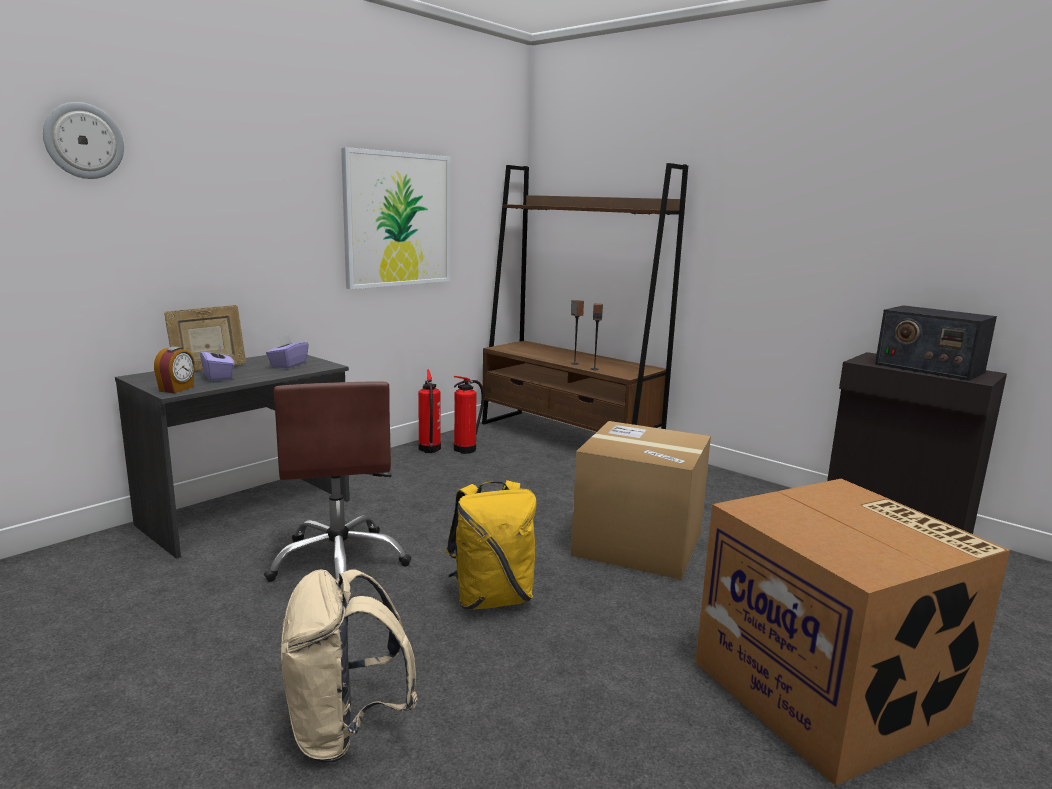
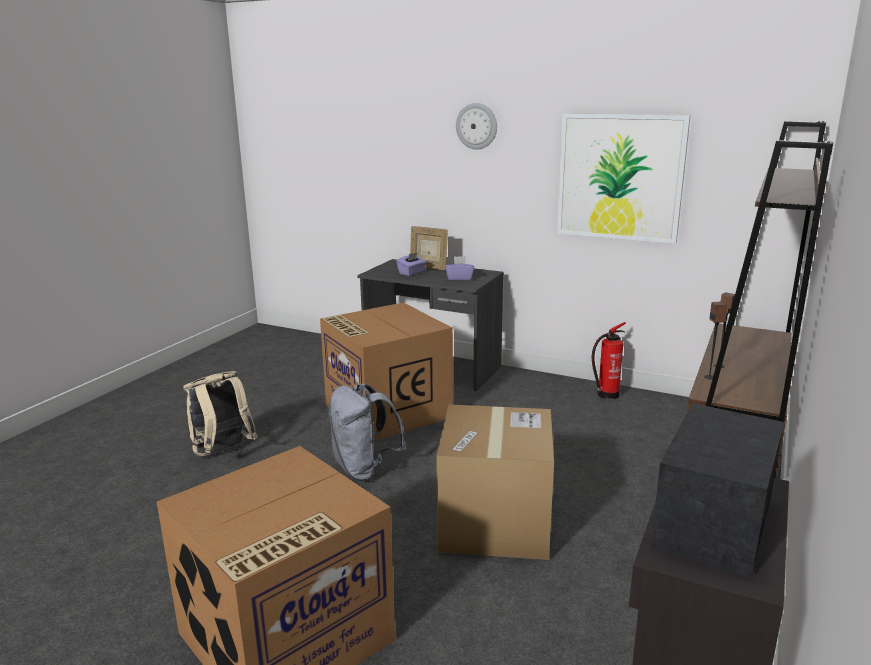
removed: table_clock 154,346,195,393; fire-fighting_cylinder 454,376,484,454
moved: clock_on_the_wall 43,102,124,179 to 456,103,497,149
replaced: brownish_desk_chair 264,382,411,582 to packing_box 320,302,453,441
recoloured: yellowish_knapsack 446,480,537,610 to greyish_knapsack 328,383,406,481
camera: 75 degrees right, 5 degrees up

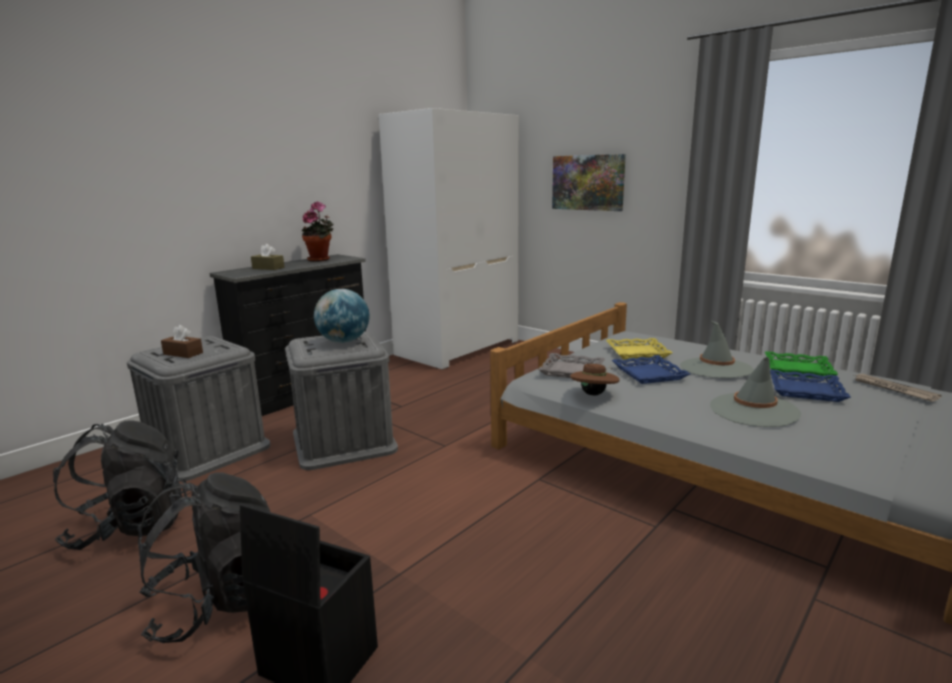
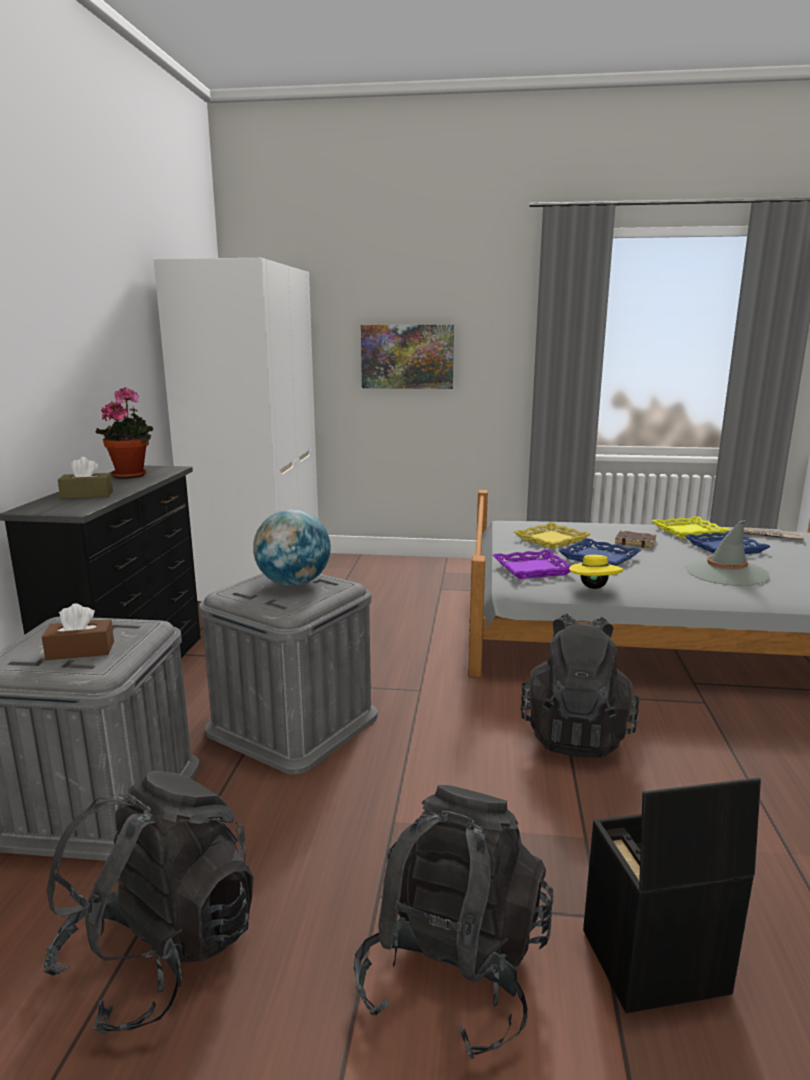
added: black-coloured_knapsack 521,613,640,758
replaced: greyish_wearable_hat 680,320,754,378 to brownish_volume 615,531,656,548
recoloured: greyish_serving_tray 538,353,605,378 to purplish_serving_tray 493,550,572,579; brownish_wearable_hat 570,364,620,396 to yellowish_wearable_hat 569,553,623,589; greenish_serving_tray 765,351,838,378 to yellowish_serving_tray 652,516,730,539
camera: 35 degrees left, 0 degrees up

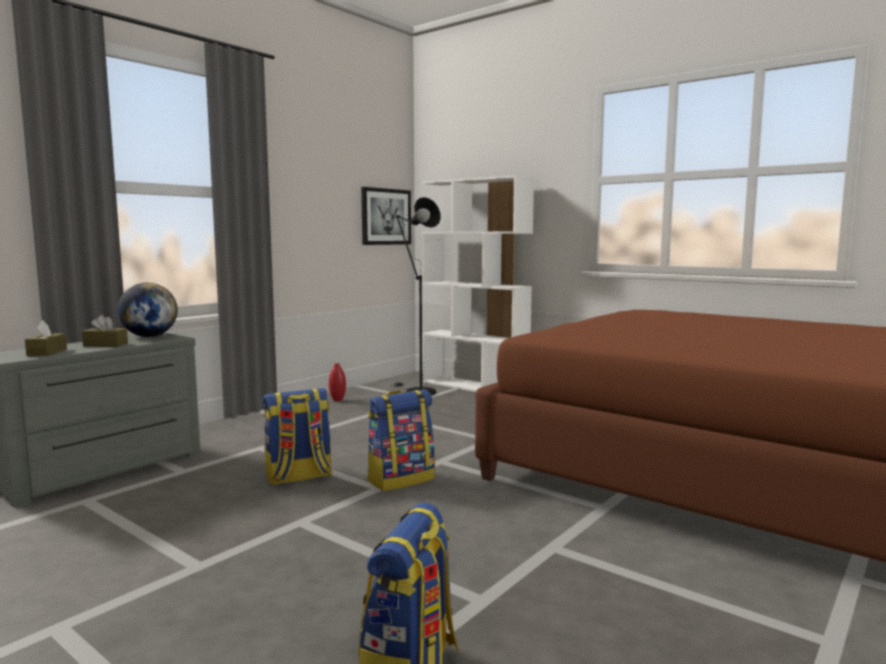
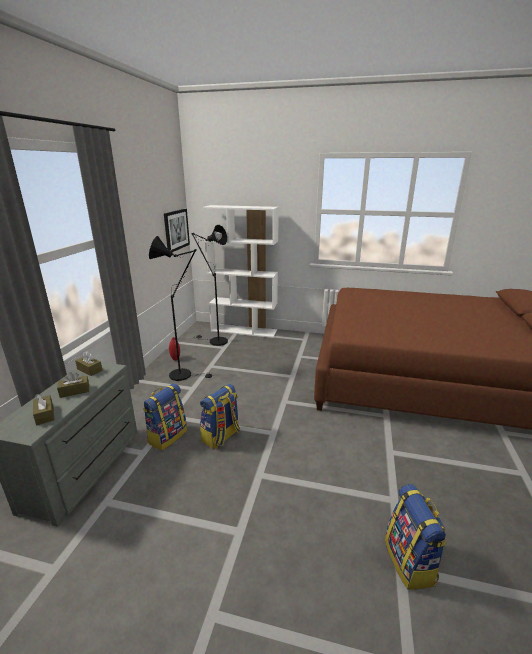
added: black-coloured_standard_lamp 149,236,215,381
moved: knapsack 367,389,435,491 to 143,383,187,450
replaced: world_globe 118,283,178,337 to brownish_box_of_tissues 75,351,103,376
camera: 25 degrees left, 15 degrees up

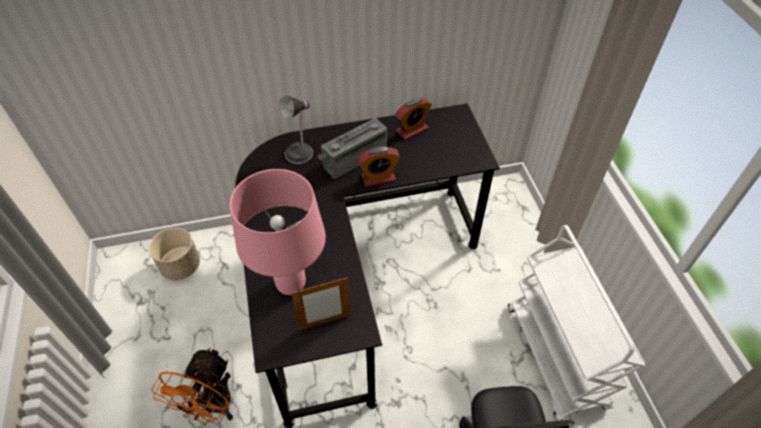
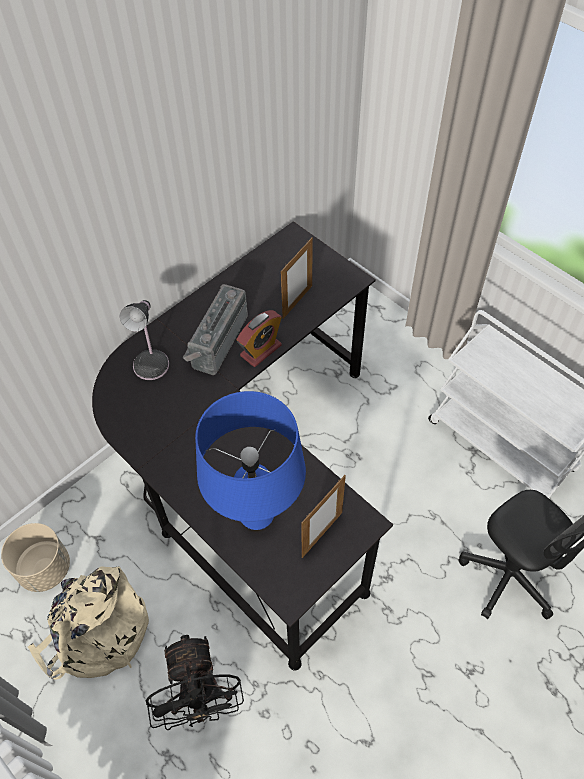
removed: table_clock 395,98,432,140
added: beige_knapsack 28,566,149,679; picture_frame 281,238,313,319
recoloured: orange_electric_fan 151,348,233,425 to black-coloured_electric_fan 146,635,244,730; pink-coloured_tabletop_lamp 230,169,326,295 to bluish_tabletop_lamp 195,391,306,530
camera: 30 degrees left, 5 degrees up

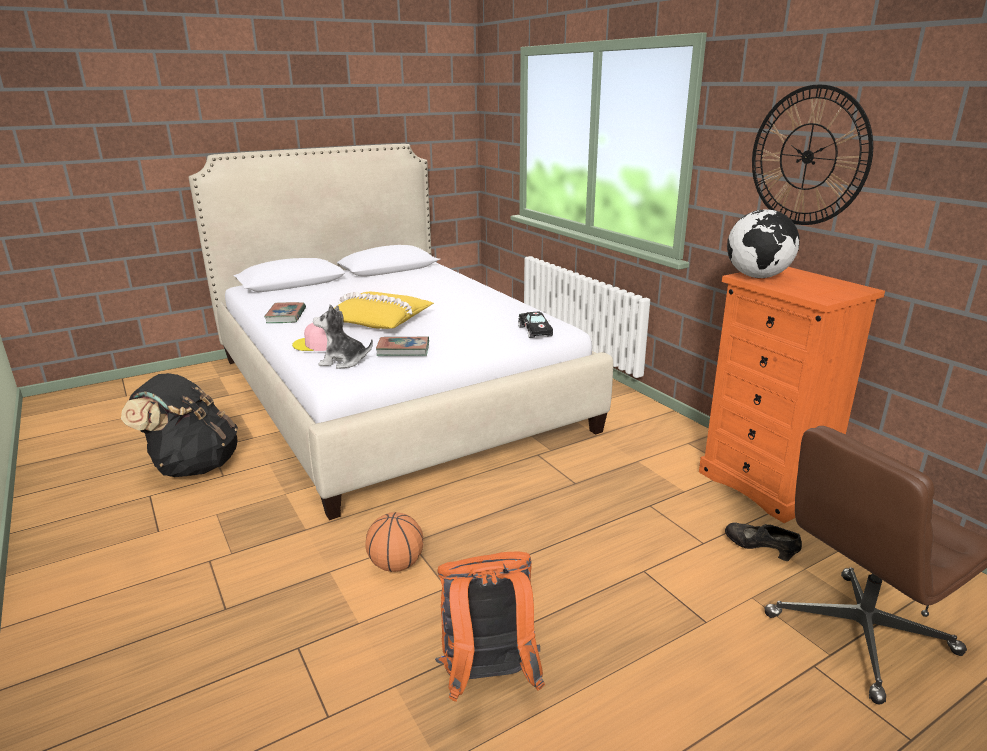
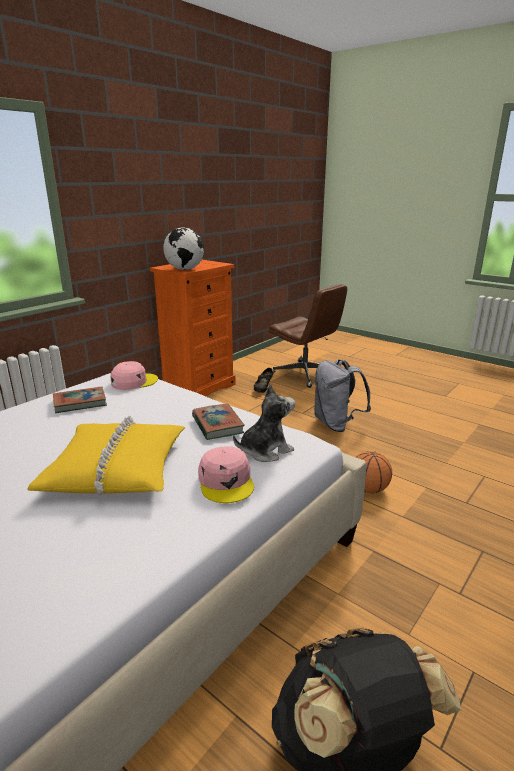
removed: orange_knapsack 435,552,545,702; clock_on_the_wall 752,84,873,225
added: greyish_knapsack 314,359,371,432
moved: volume 264,302,306,323 to 53,386,107,413
replaced: black-coloured_model_car 518,311,553,338 to pink-coloured_baseball_cap 110,361,158,390
turned: cuddly_toy 313,304,373,369 = 233,384,295,462 105 degrees counterclockwise
camera: 110 degrees left, 0 degrees up

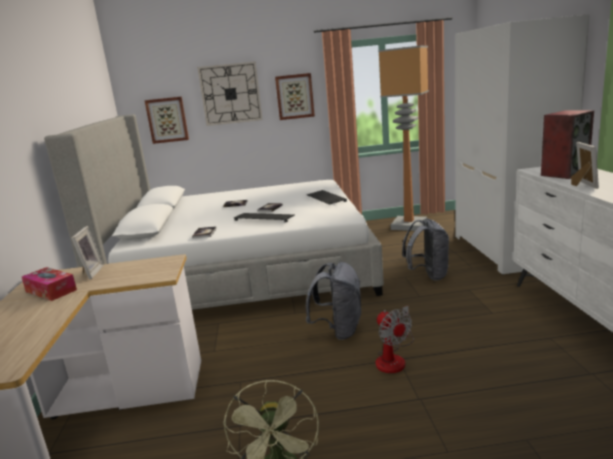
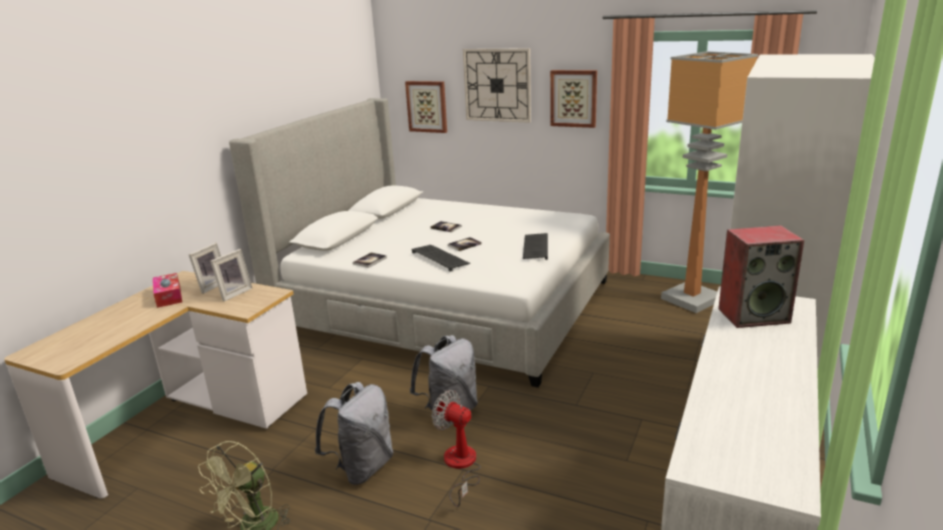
moved: greyish_knapsack 402,218,449,281 to 315,382,394,485; picture_frame 571,142,599,189 to 210,249,252,301
turned: electric_fan 376,306,414,373 = 432,390,481,507 120 degrees clockwise
camera: 30 degrees right, 5 degrees up

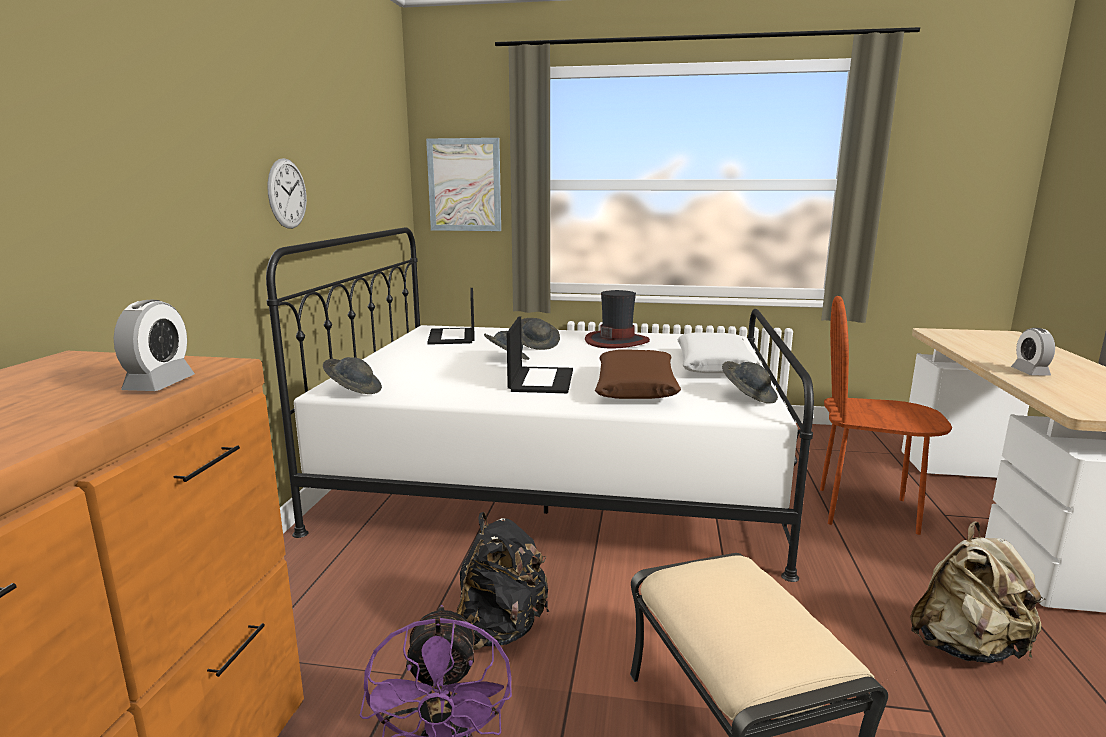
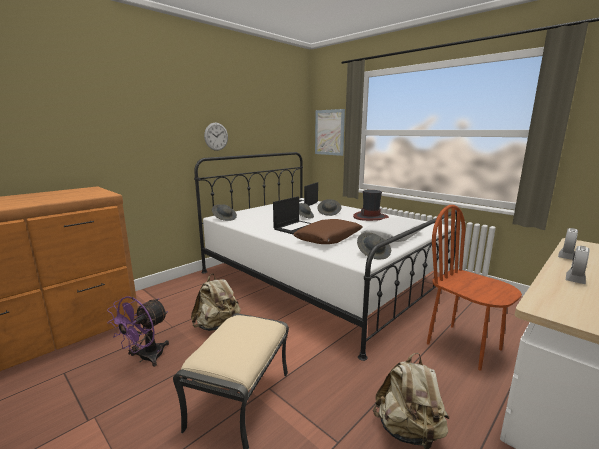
moved: table_clock 114,300,195,391 to 558,228,578,260
recoloured: black-coloured_knapsack 456,512,549,650 to beige_knapsack 191,273,241,331
camera: 35 degrees right, 0 degrees up

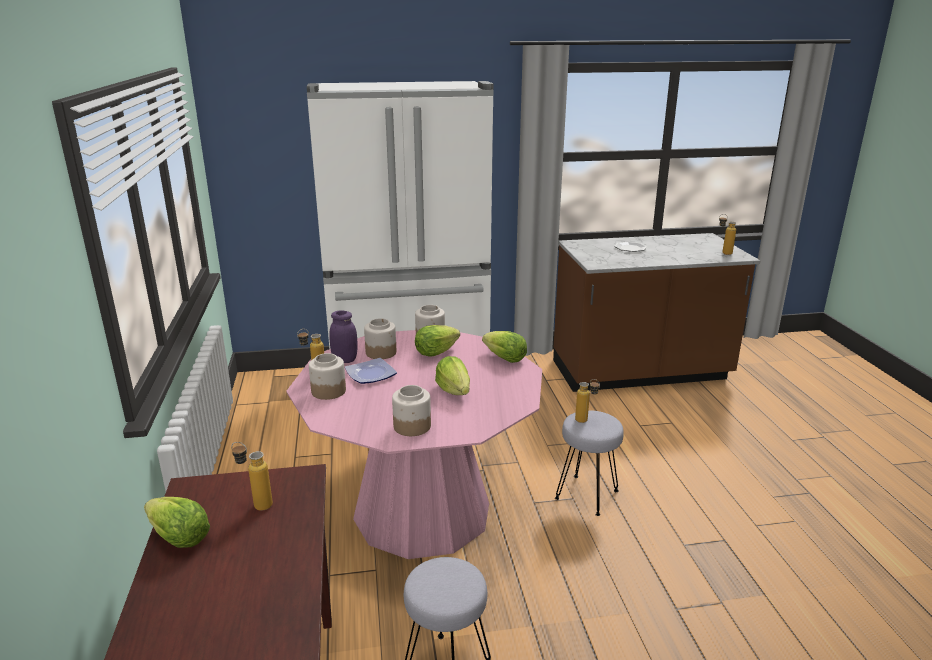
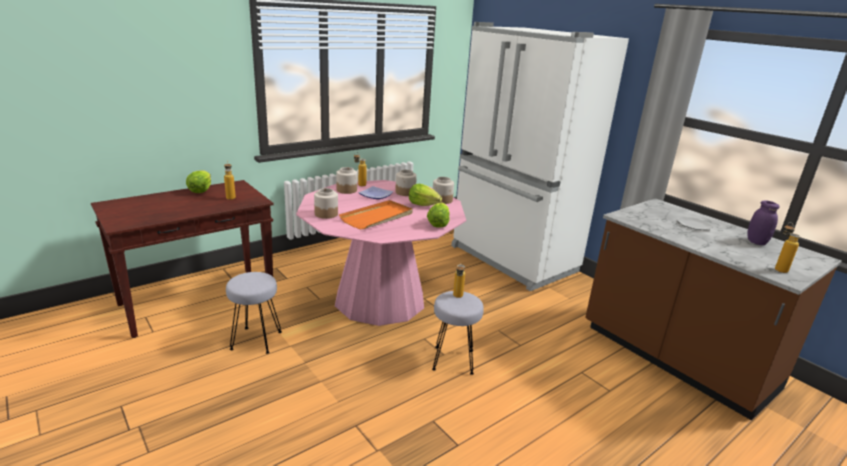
moved: purplish_storage_jar 329,310,358,363 to 747,201,780,245
replaced: lettuce 435,356,470,395 to orange_serving_tray 339,200,413,230
camera: 60 degrees right, 0 degrees up

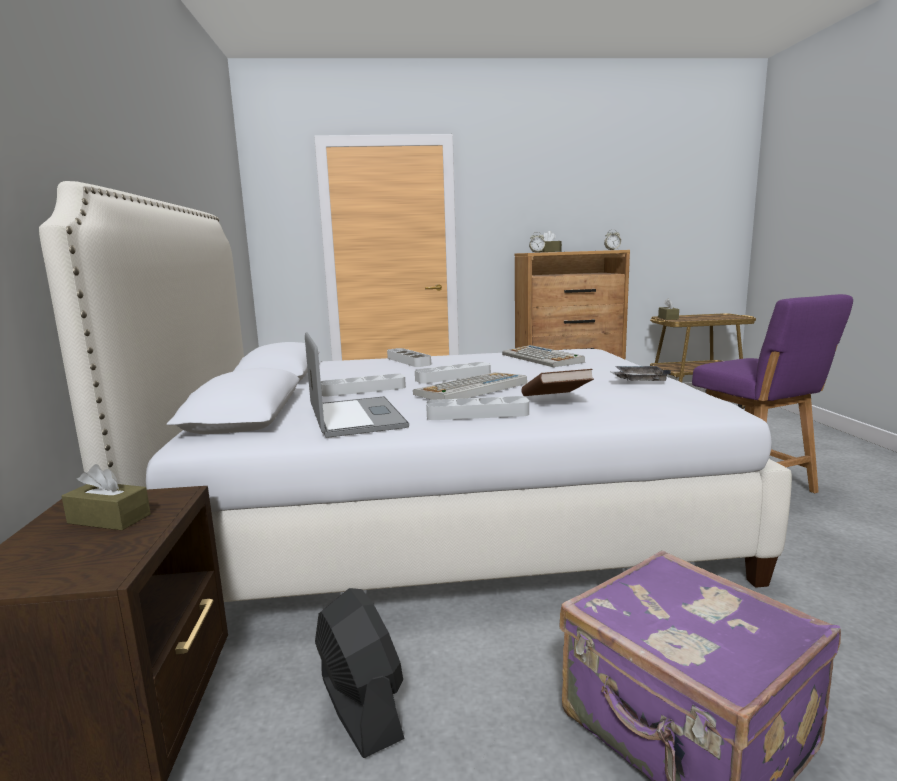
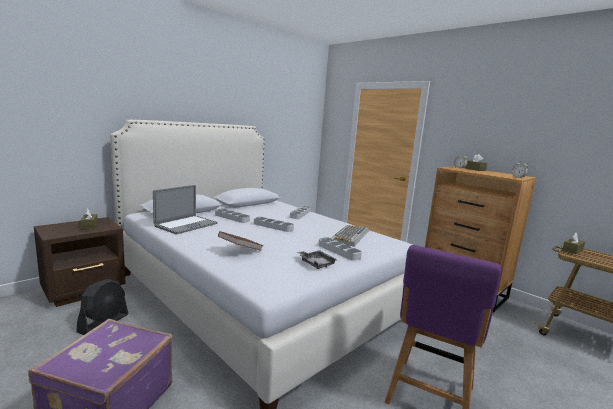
removed: PC_keyboard 413,372,527,400
moved: greyish_serving_tray 426,396,529,420 to 318,237,362,261
camera: 50 degrees right, 0 degrees up

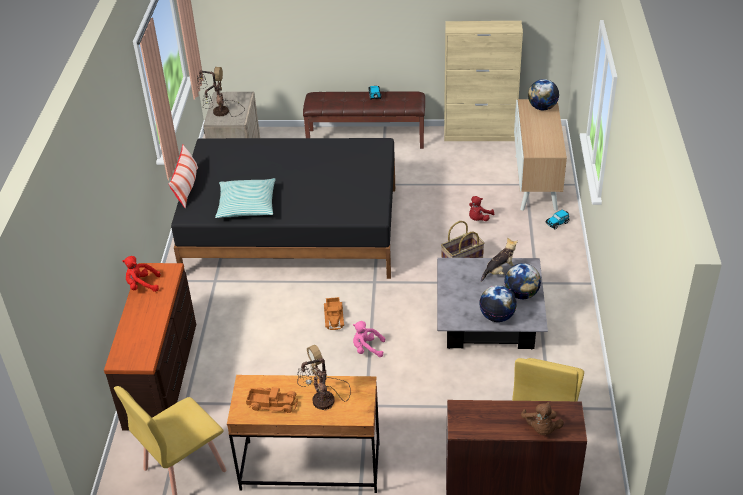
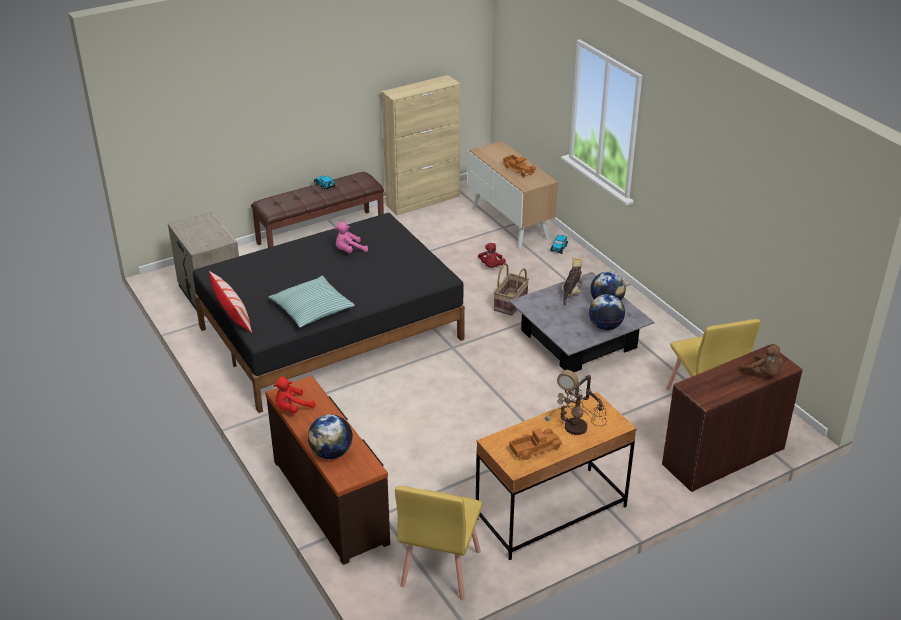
removed: tabletop_lamp 197,67,245,117
moved: model_truck 324,297,344,330 to 503,155,536,177; pink-coloured_cuddly_toy 353,321,385,357 to 335,222,368,253; world_globe 528,79,559,110 to 308,414,353,459
camera: 35 degrees left, 5 degrees down

